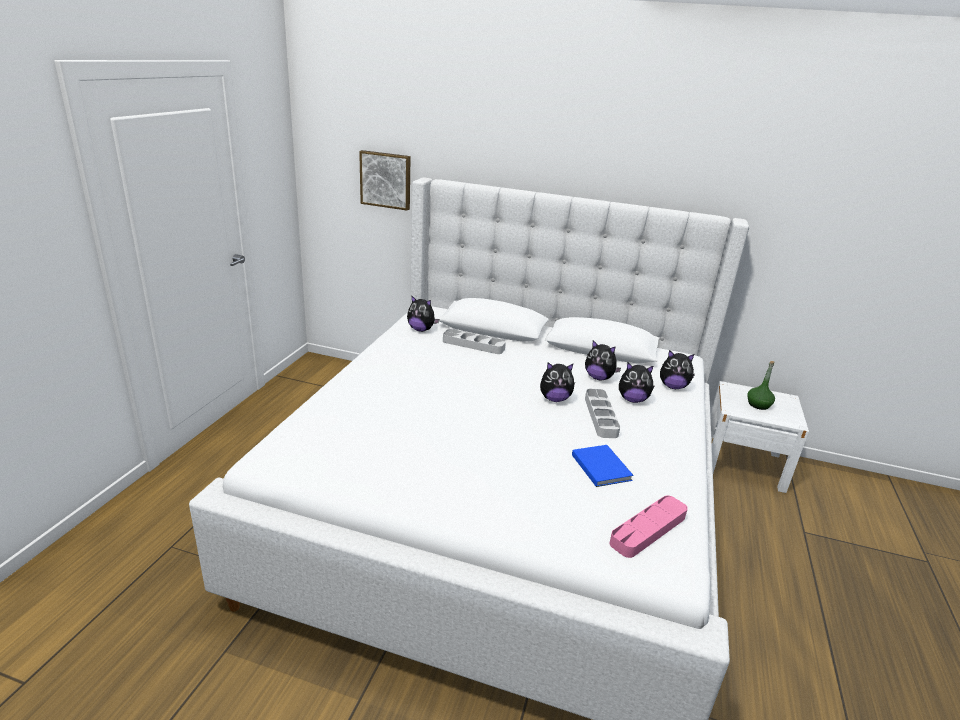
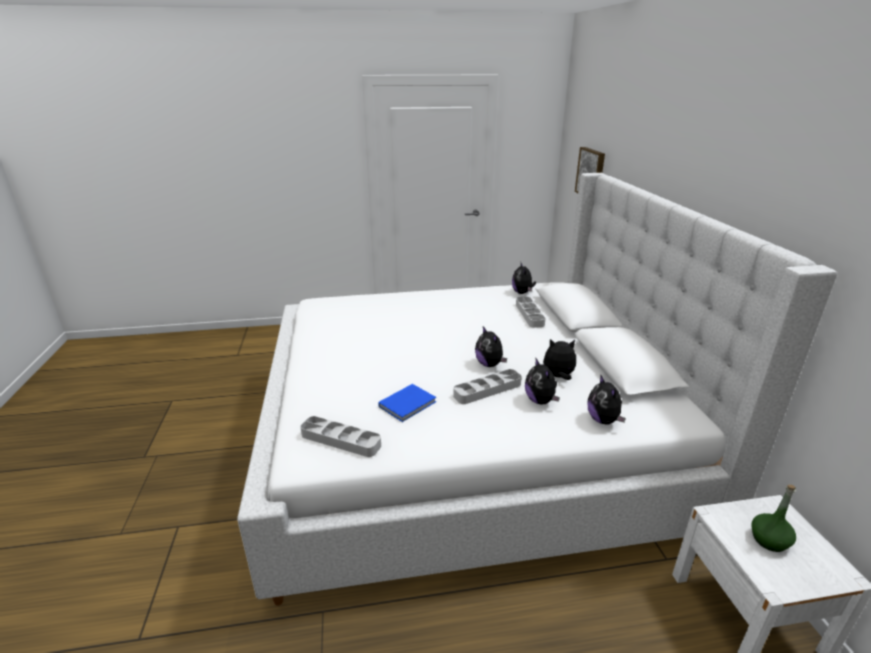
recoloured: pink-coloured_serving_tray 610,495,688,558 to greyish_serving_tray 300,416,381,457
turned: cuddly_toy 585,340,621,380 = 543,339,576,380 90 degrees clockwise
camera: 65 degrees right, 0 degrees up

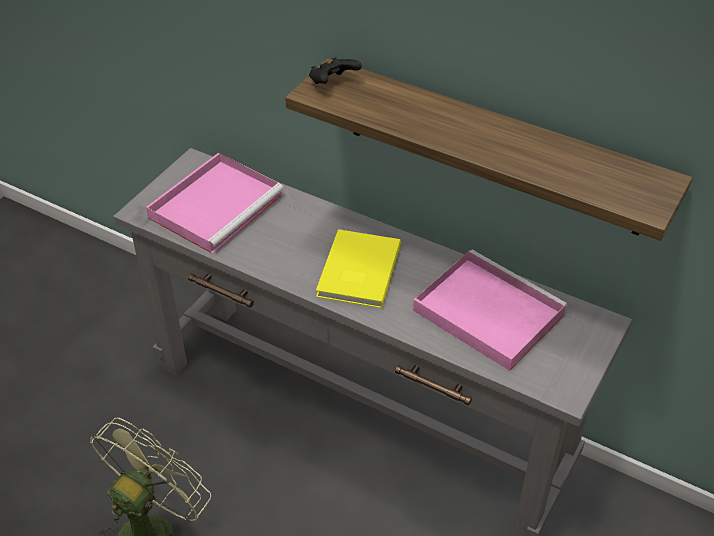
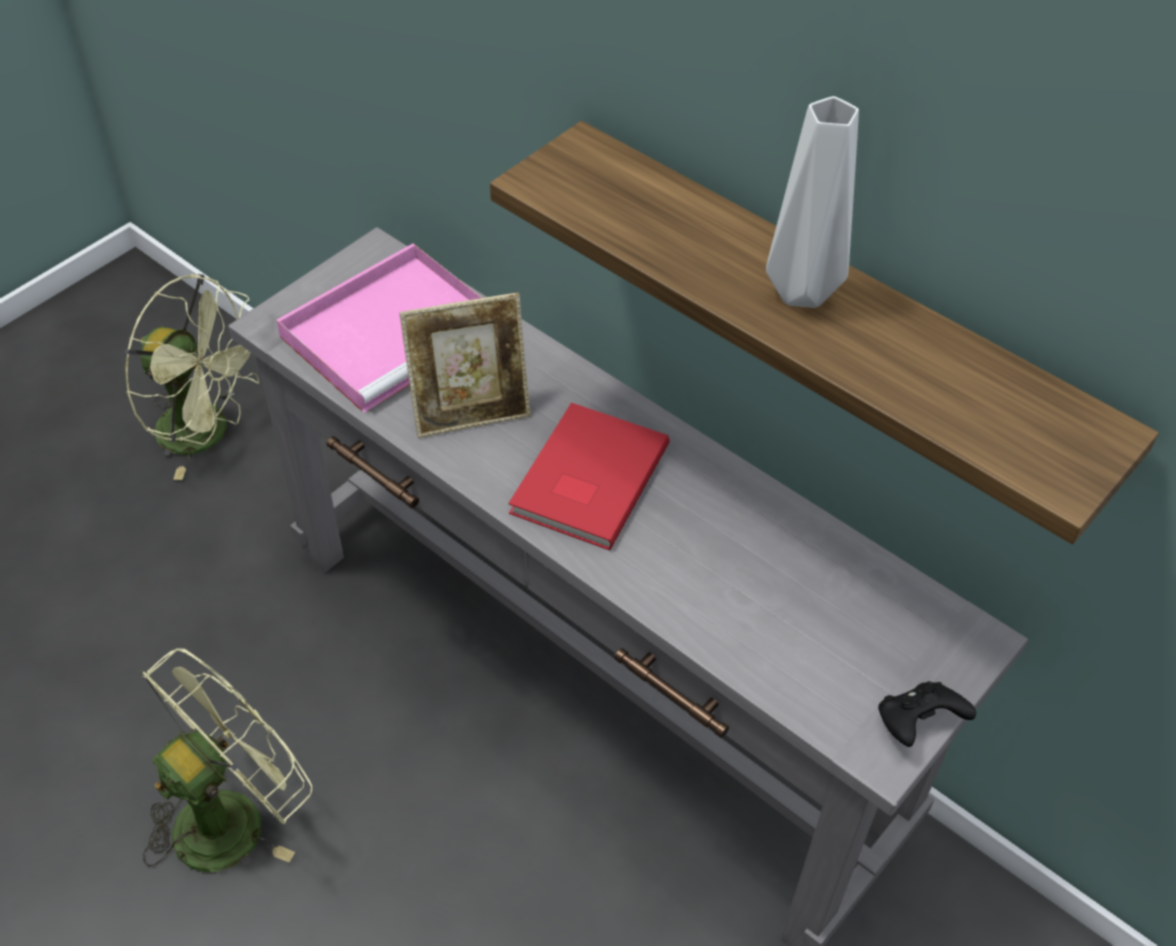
removed: pink-coloured_serving_tray 413,249,568,371
added: greenish_electric_fan 125,274,259,480; picture_frame 399,292,531,438; greyish_decorative_vase 766,96,859,308
moved: black-coloured_game_controller 309,57,362,84 to 878,681,976,747
recoloured: yellowish_volume 316,229,401,308 to red_volume 508,403,670,550
camera: 10 degrees right, 5 degrees up

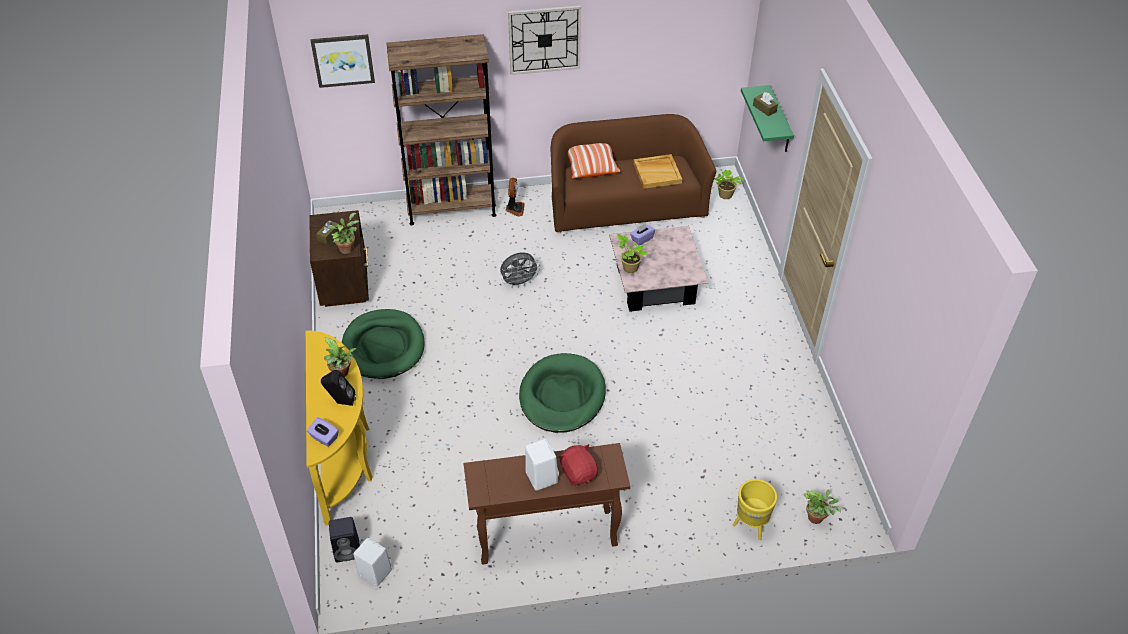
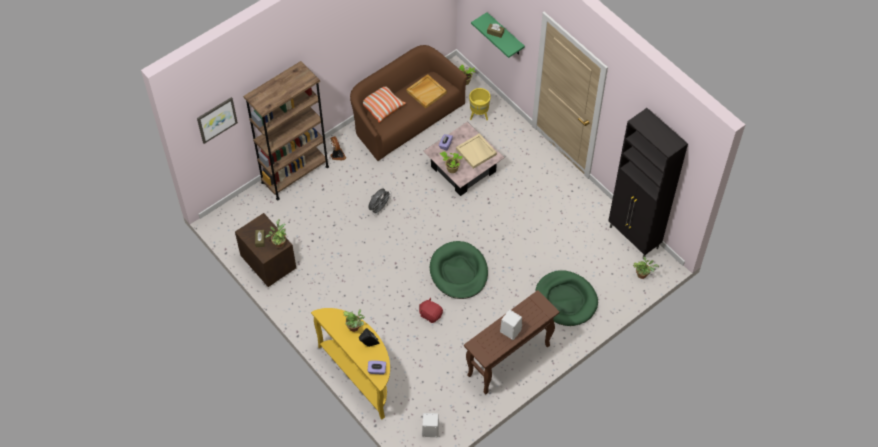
removed: black-coloured_speaker 329,517,360,562; clock_on_the_wall 508,5,581,75
added: beige_serving_tray 456,133,497,169; black-coloured_cupboard 608,108,688,256
moved: greenish_dog_bed 342,309,425,379 to 535,270,598,326; red_cuddly_toy 558,444,598,486 to 419,298,443,323; yellowish_planter 733,479,777,540 to 469,88,491,121
camera: 30 degrees left, 10 degrees up

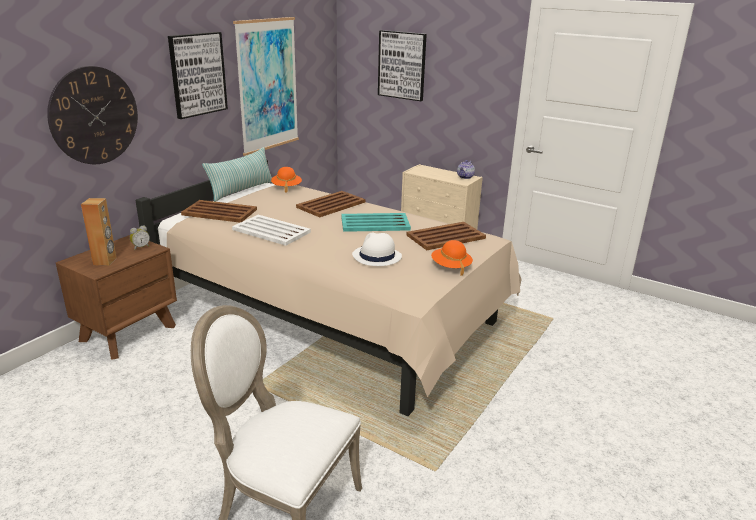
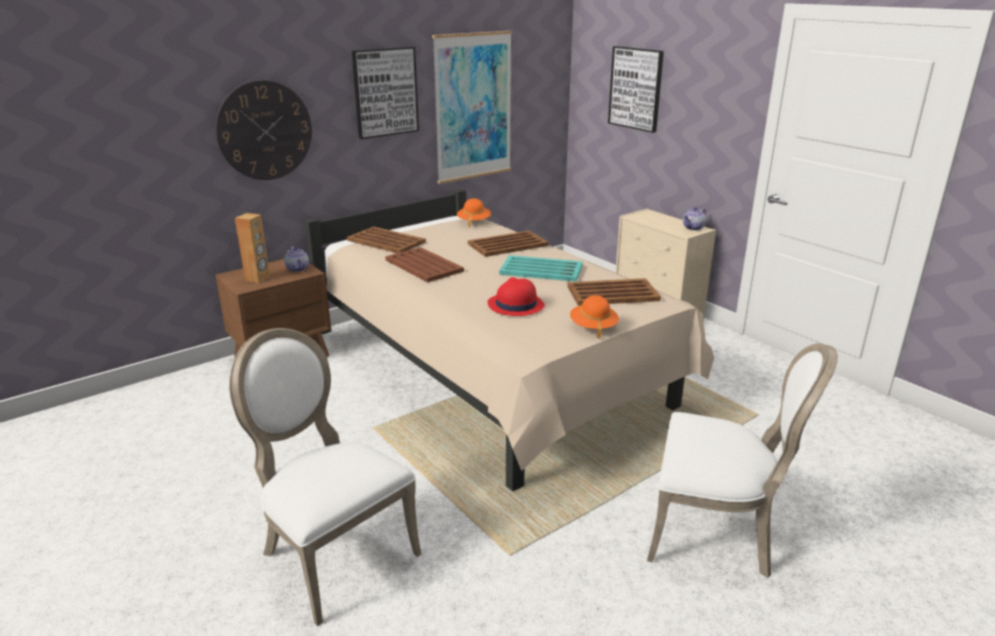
removed: pillow 202,147,272,202
added: white-coloured_chair 647,343,838,578
replaced: table_clock 130,225,150,250 to pot_for_tea 284,246,309,272
recoloured: white-coloured_serving_tray 232,215,311,246 to brownish_serving_tray 385,247,464,282; white-coloured_wearable_hat 352,233,402,266 to red_wearable_hat 488,277,545,316
camera: 20 degrees right, 0 degrees up

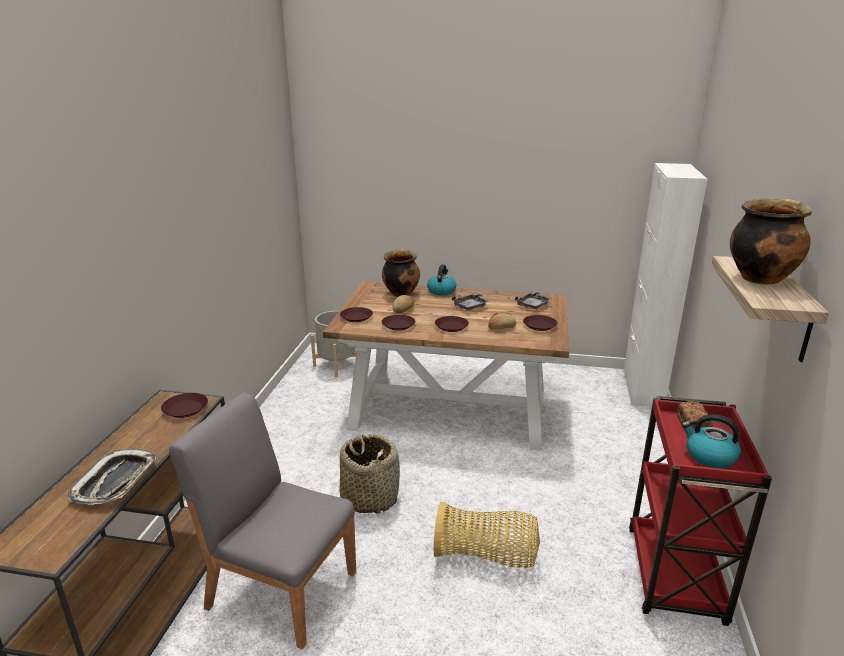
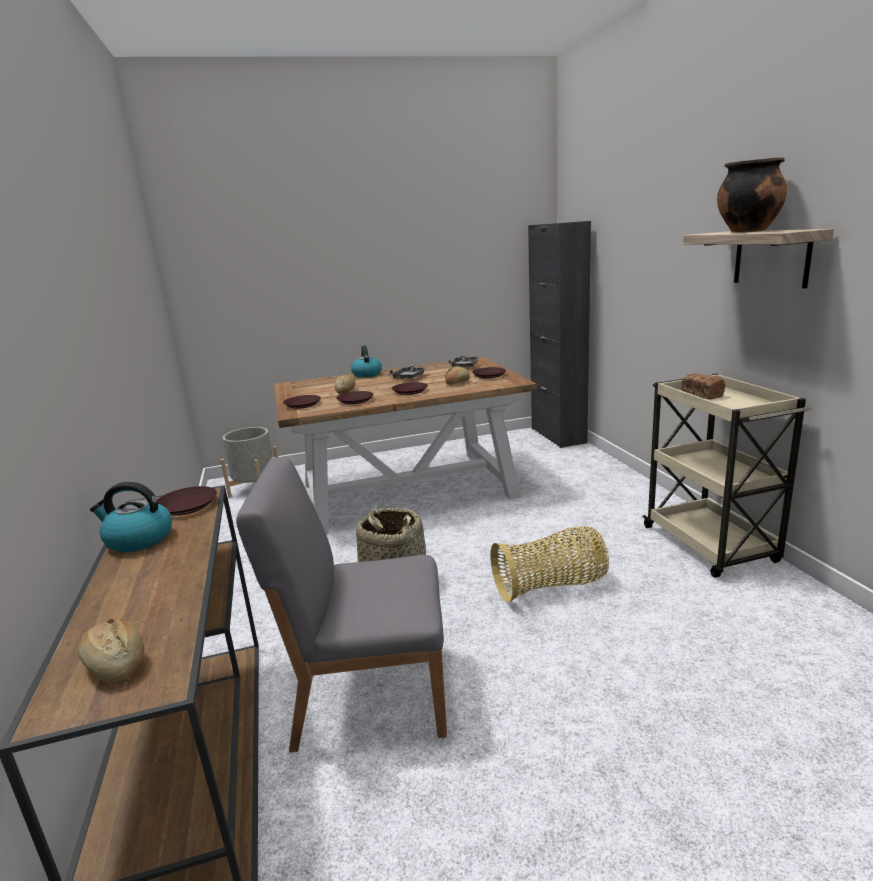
removed: serving_tray 68,449,156,505; stockpot 382,248,420,297
added: bread 78,618,144,684
moved: tea_kettle 682,414,741,468 to 90,482,172,552
recoloured: white-coloured_cupboard 623,163,707,407 to black-coloured_cupboard 528,221,591,448; red_wheeled_cart 629,396,772,626 to beige_wheeled_cart 642,373,811,578
camera: 25 degrees left, 5 degrees down

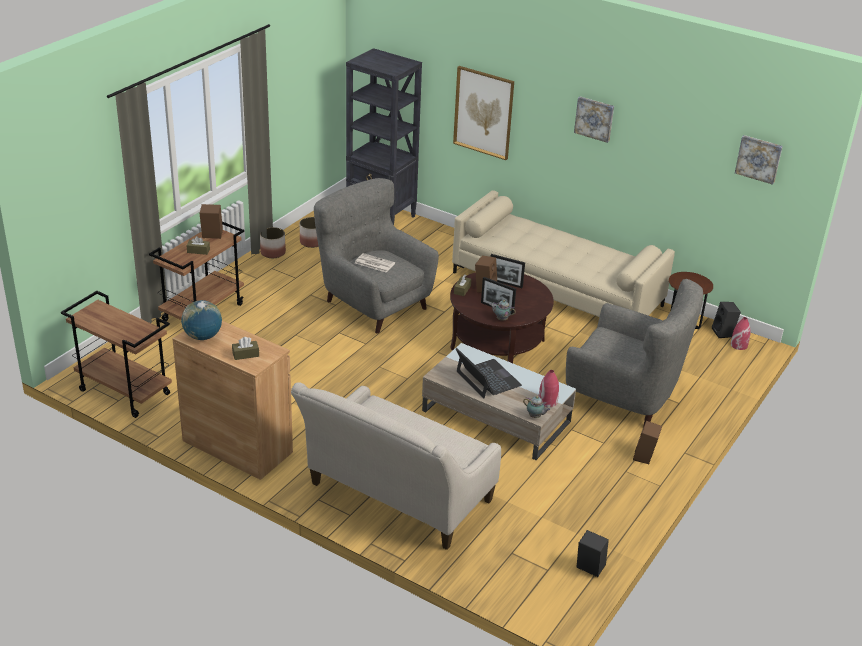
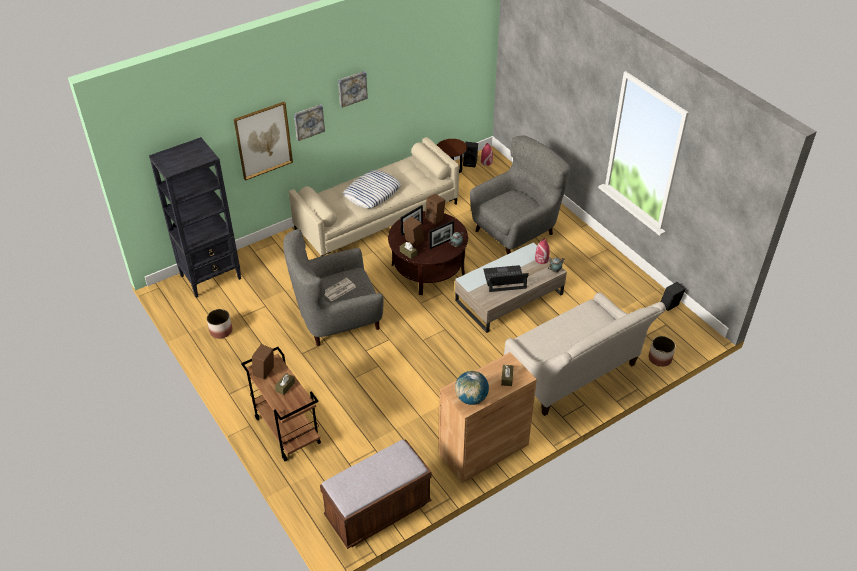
added: pillow 343,170,401,208
moved: planter 260,227,286,258 to 649,336,676,367; brownish_speaker 633,421,662,464 to 425,194,445,225; wall_art 735,135,783,185 to 294,104,325,141
replaced: brownish_wheeled_cart 61,291,172,418 to brownish_bench 320,439,432,549
camera: 65 degrees left, 10 degrees up

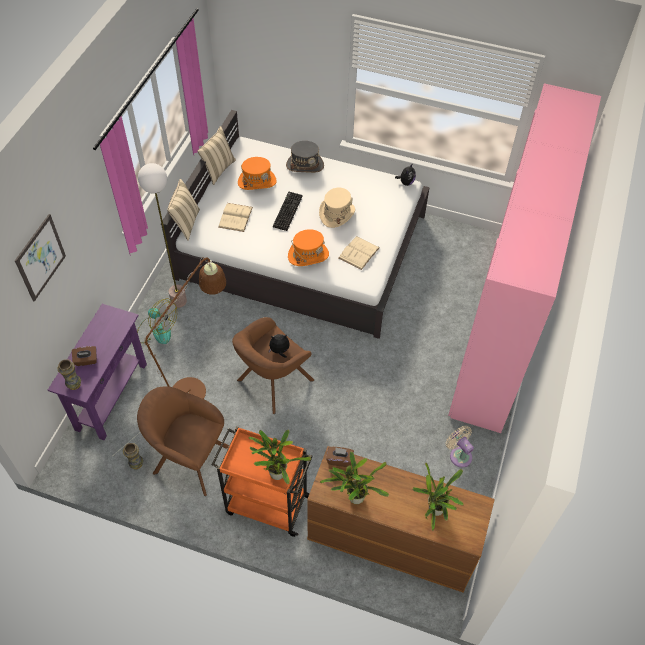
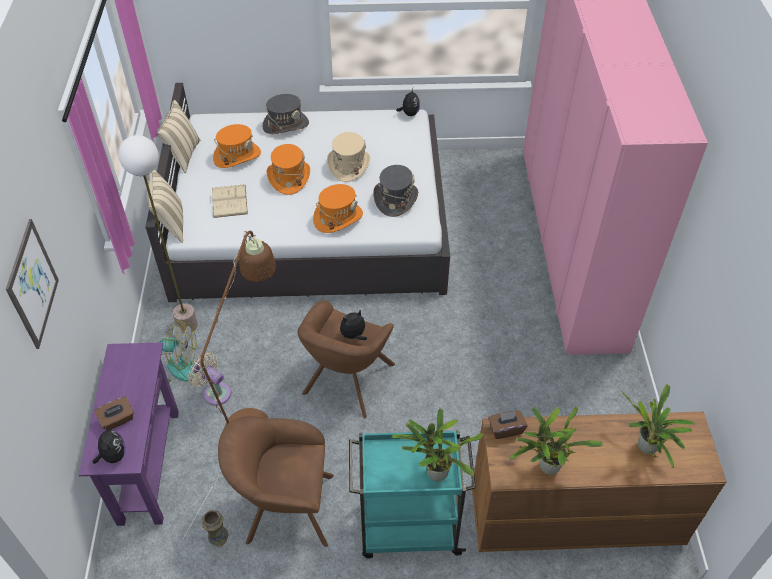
moved: beige_electric_fan 446,426,474,467 to 188,352,231,406
replaced: decorative_vase 57,359,81,390 to cuddly_toy 92,426,126,464; PC_keyboard 273,192,303,231 to orange_wearable_hat 266,144,310,195; beige_volume 339,236,380,270 to greyish_wearable_hat 373,165,418,217
recoloured: orange_wheeled_cart 212,426,313,537 to turquoise-coloured_wheeled_cart 349,430,476,558
camera: 20 degrees left, 5 degrees down

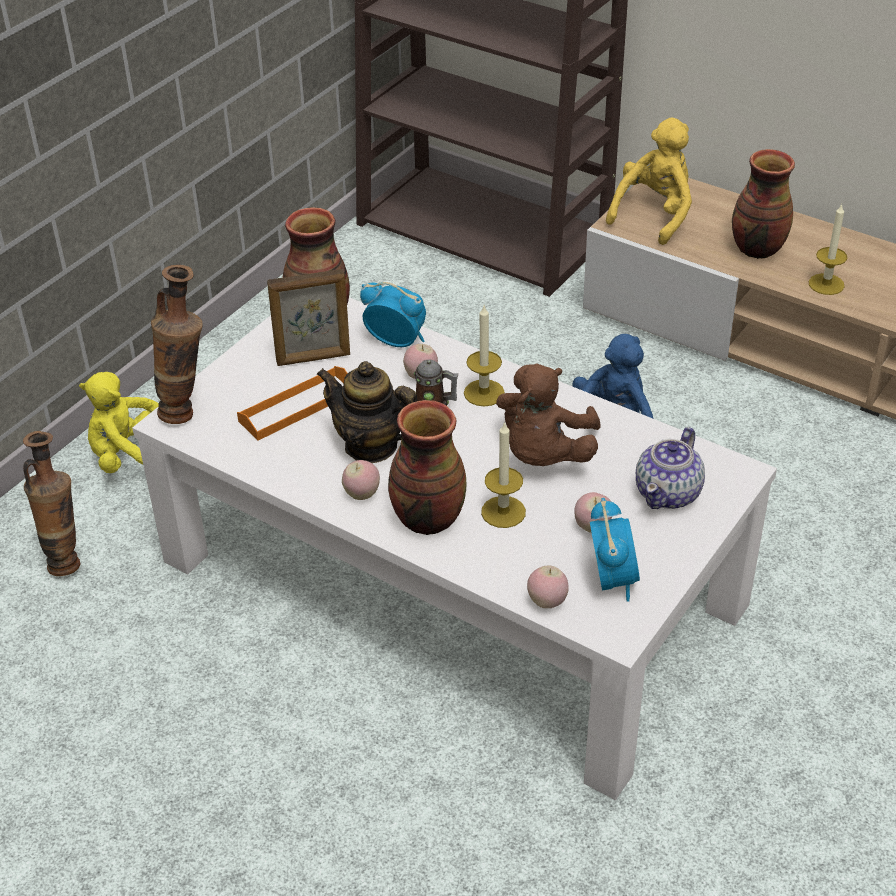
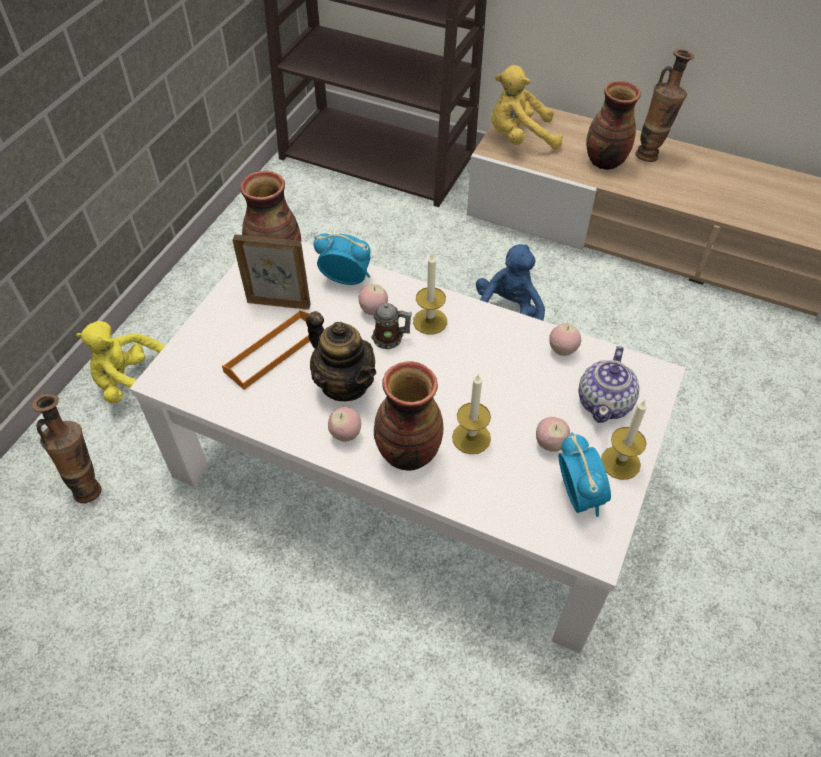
removed: brownish_cuddly_toy 496,363,601,466
moved: decorative_vase 151,265,203,424 to 635,49,694,162; whole_apple 527,566,569,608 to 549,323,581,356; candle 809,204,847,295 to 601,400,647,480
turned: picture_frame 267,269,350,366 = 233,235,311,310 150 degrees counterclockwise; pot_for_tea 316,361,418,463 = 306,311,376,401 150 degrees counterclockwise; yellowish_cuddly_toy 606,118,692,245 = 492,65,563,149 120 degrees counterclockwise
camera: 10 degrees left, 10 degrees up

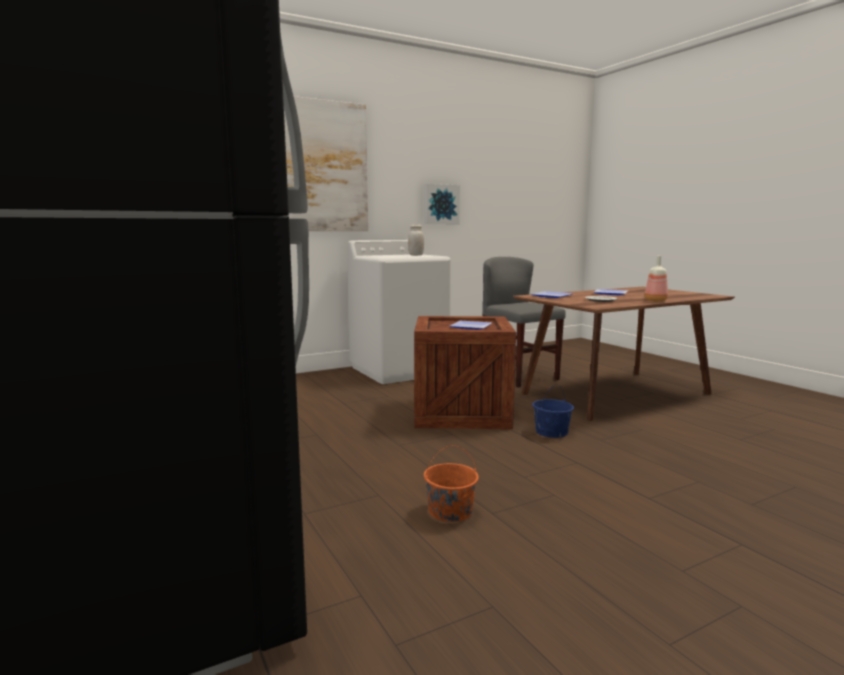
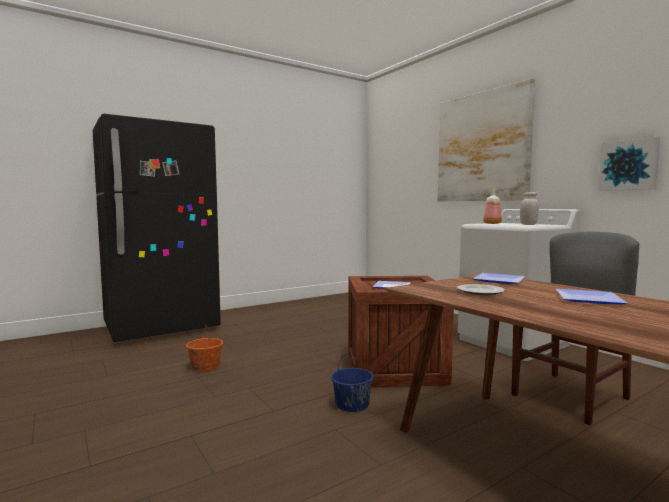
moved: drink_bottle 645,256,668,302 to 483,187,502,224
camera: 85 degrees right, 5 degrees down

